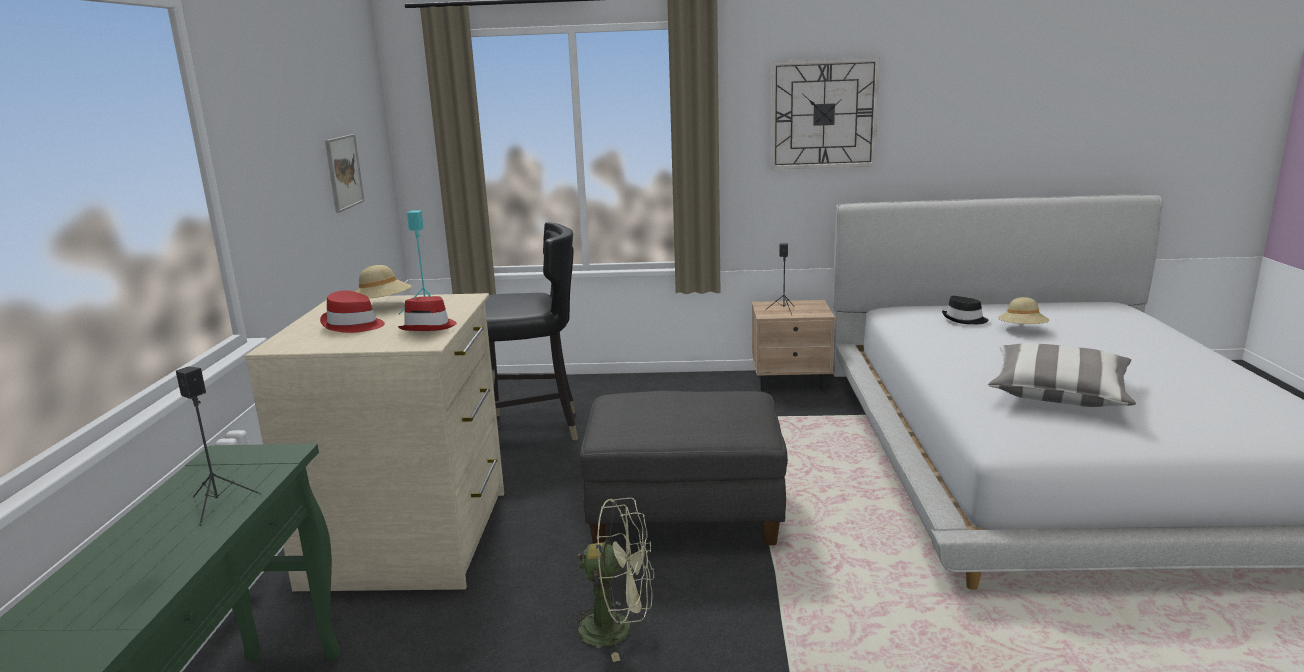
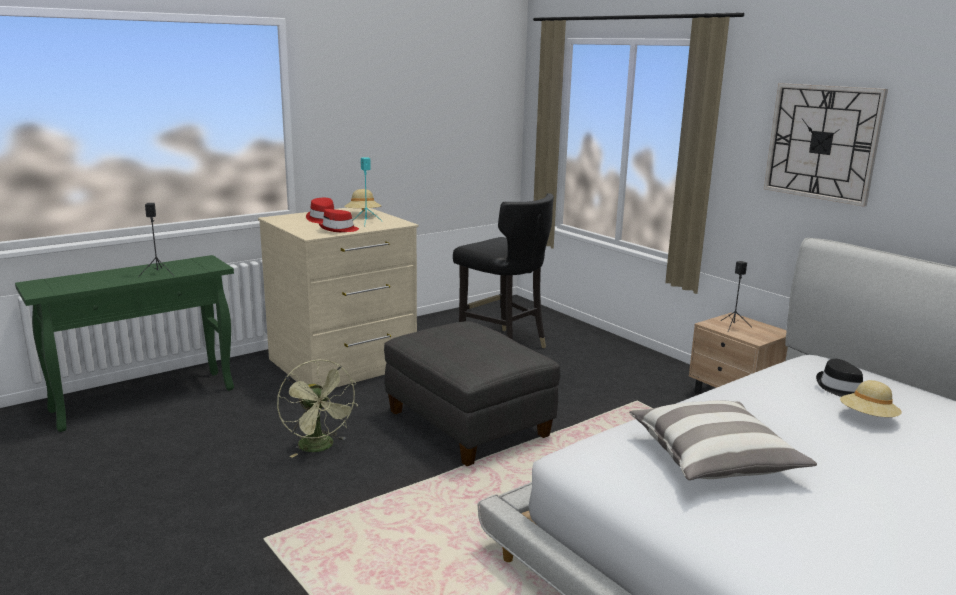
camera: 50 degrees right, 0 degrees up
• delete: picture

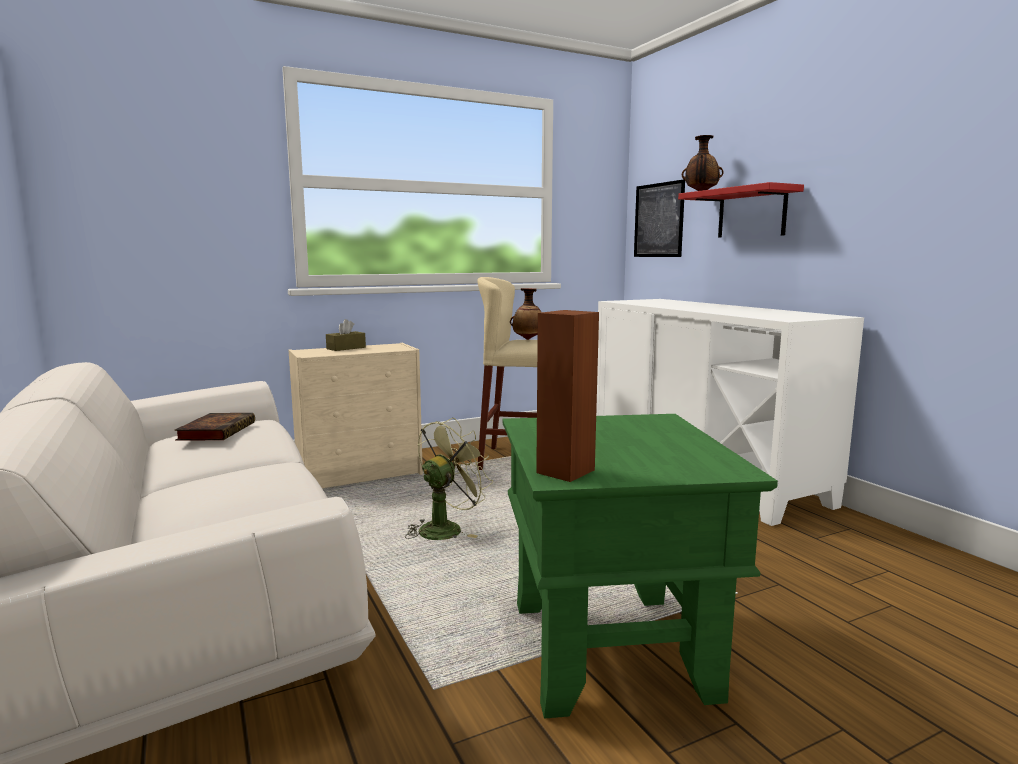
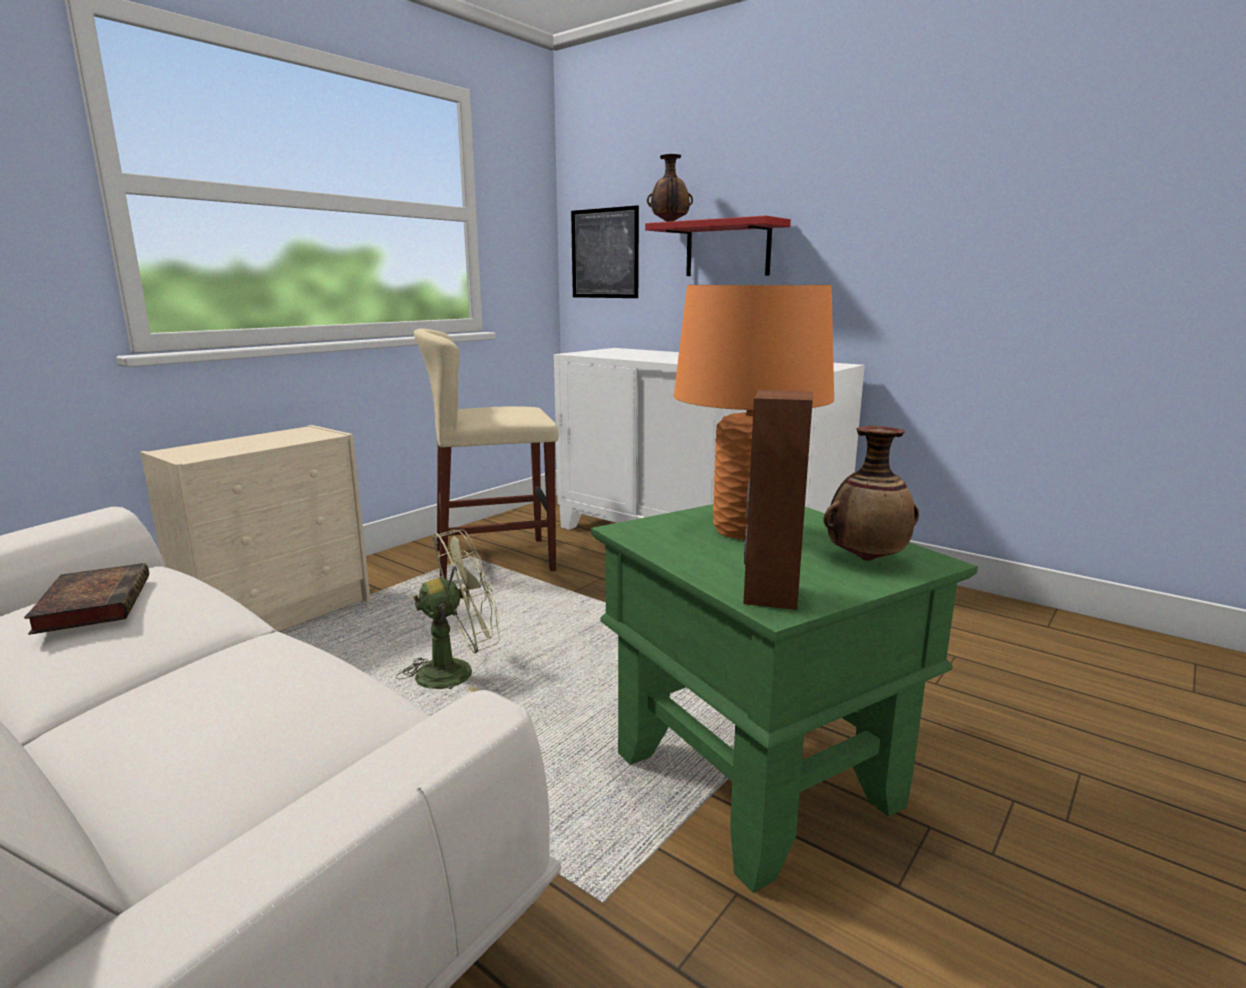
camera: 25 degrees left, 5 degrees up
• delete: brown tissue box
• rotate: green fan 45 degrees clockwise
• move: vase (1st from left in the first image) to vase (2nd from left)
• insert: orange table lamp

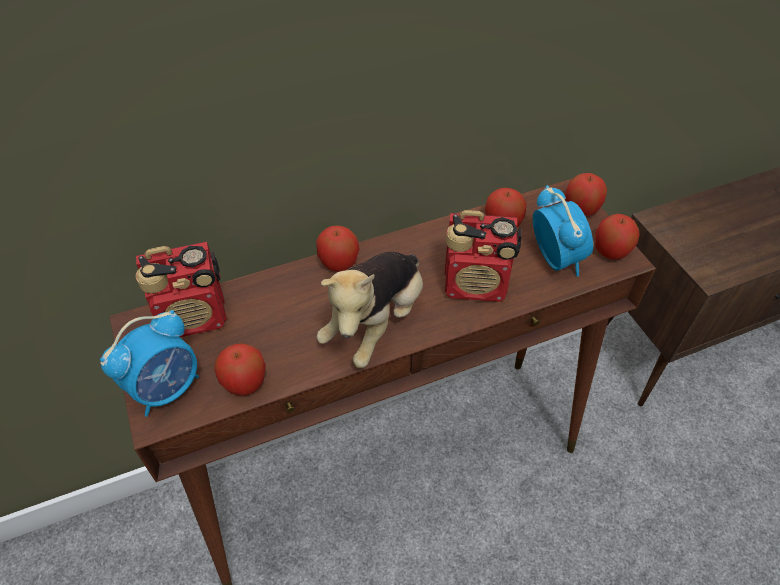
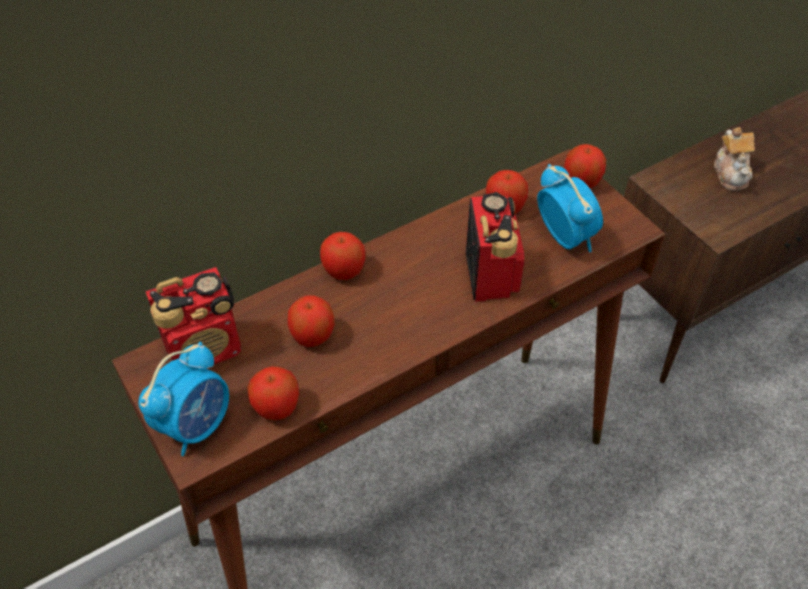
camera: 10 degrees left, 0 degrees up
• delete: plush toy
• rotate: radio (2nd from left) 90 degrees counterclockwise
• move: apple (5th from left in the first image) to apple (2nd from left)
• insert: teapot

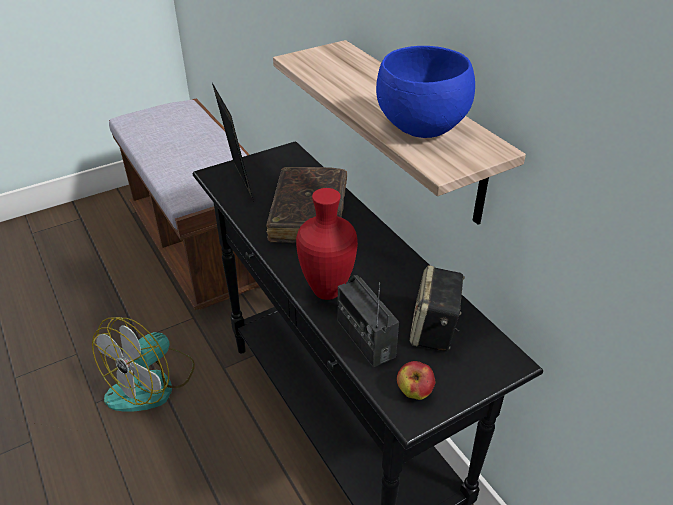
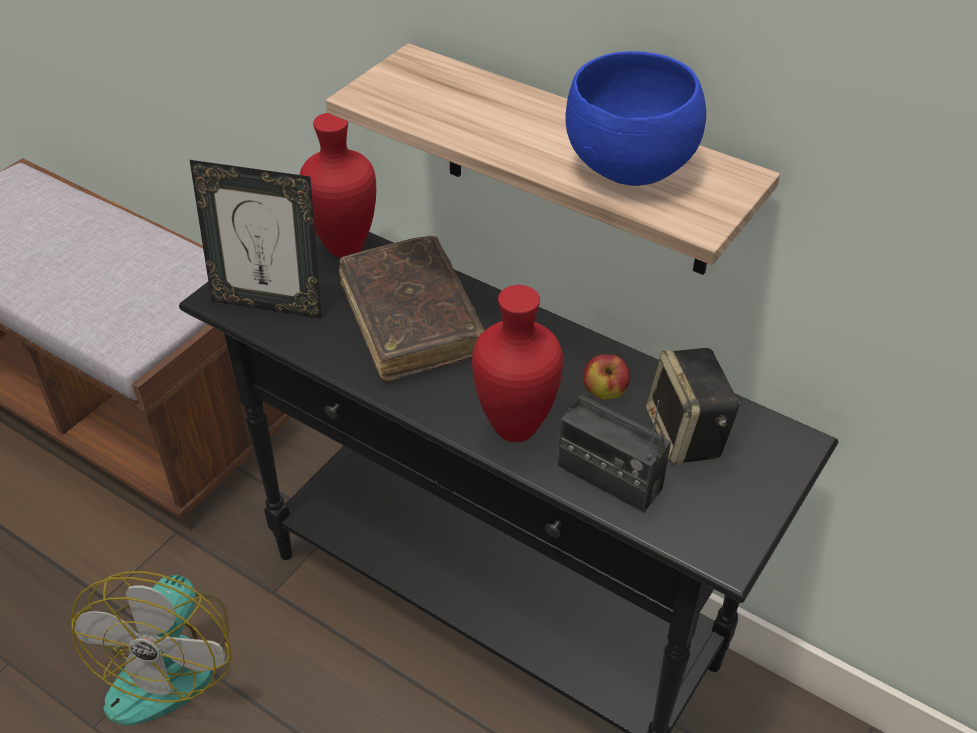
camera: 25 degrees left, 5 degrees up
• rotate: picture frame 150 degrees clockwise
• move: apple
• insert: red vase (1st from left)

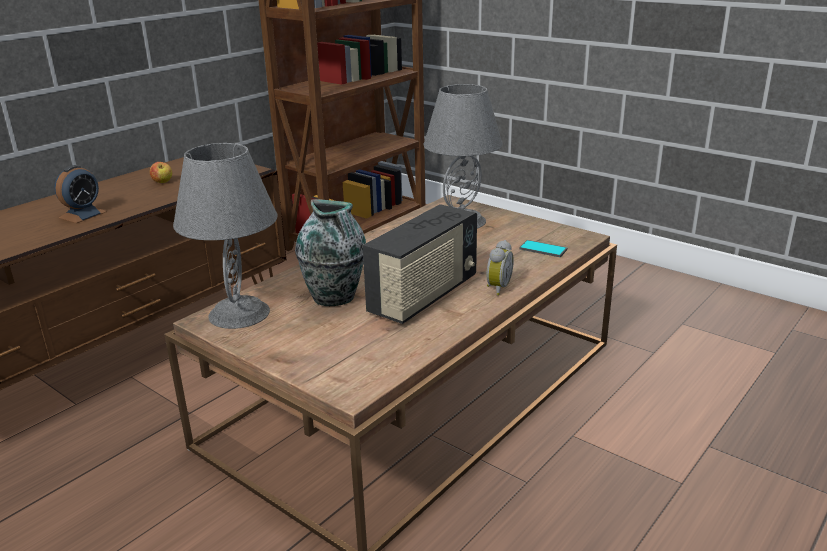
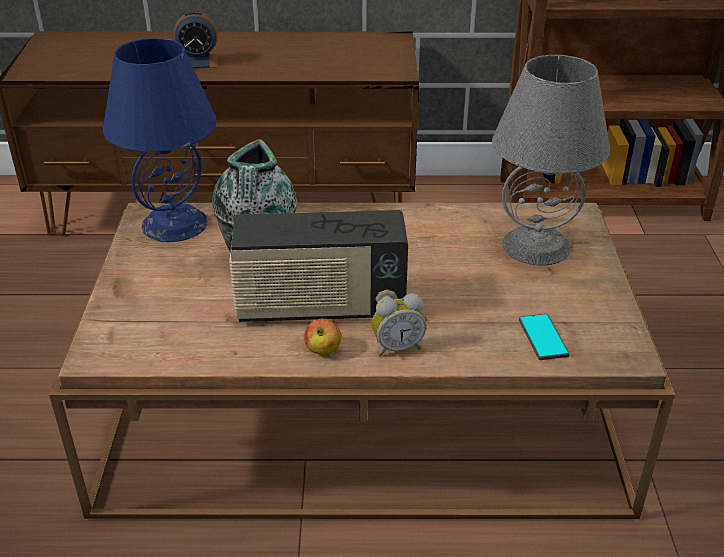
camera: 50 degrees right, 10 degrees up
• move: apple
• recolor: grey table lamp (1st from left) to blue table lamp

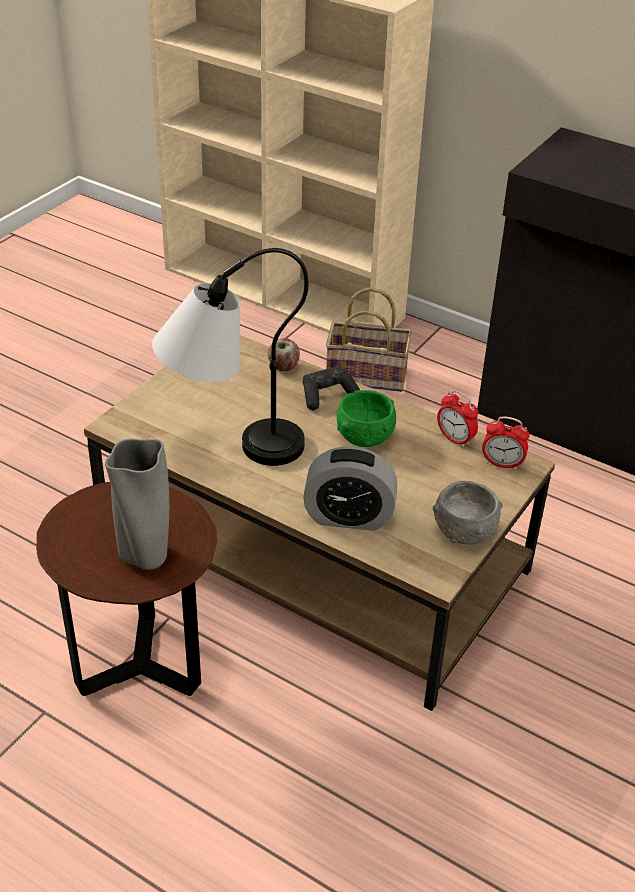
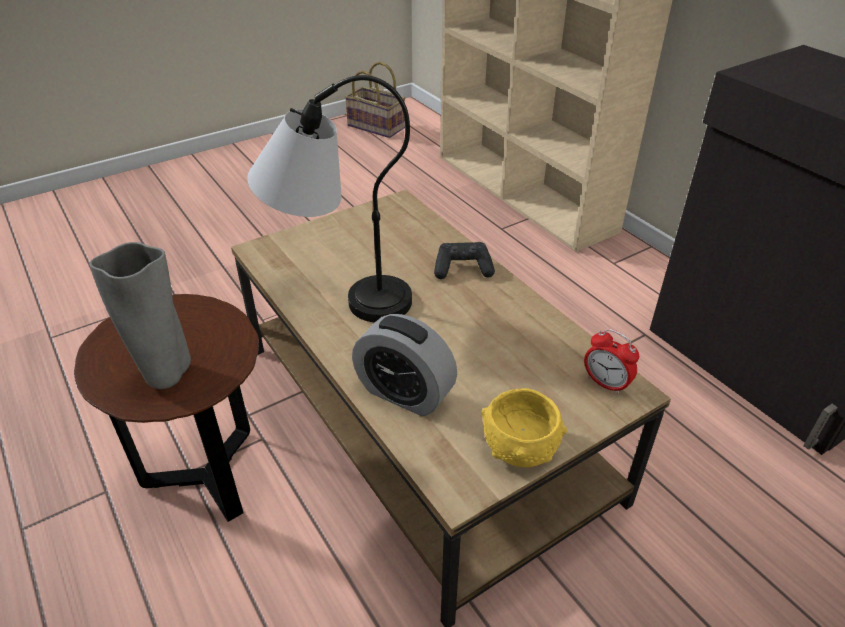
camera: 25 degrees right, 0 degrees up
• delete: apple
• move: basket
• delete: green bowl
• recolor: grey bowl to yellow bowl
• delete: alarm clock (2nd from left)

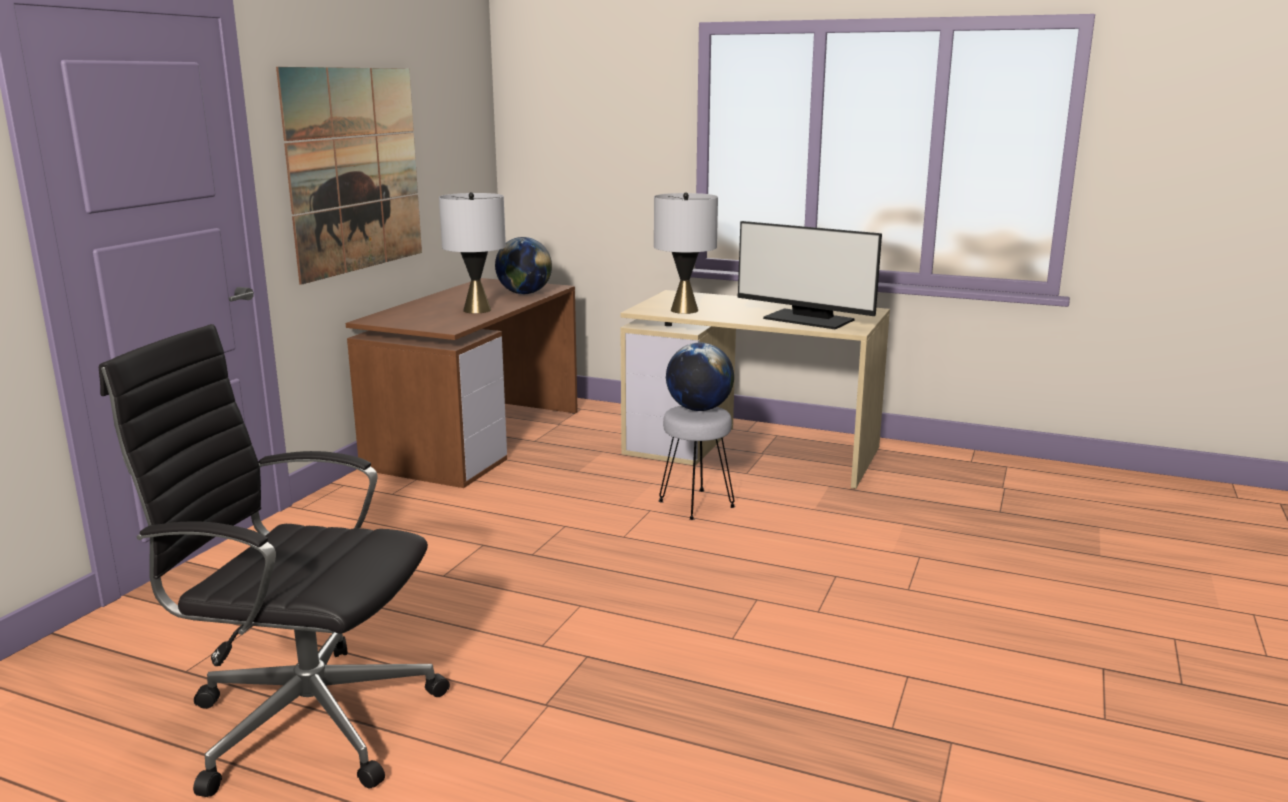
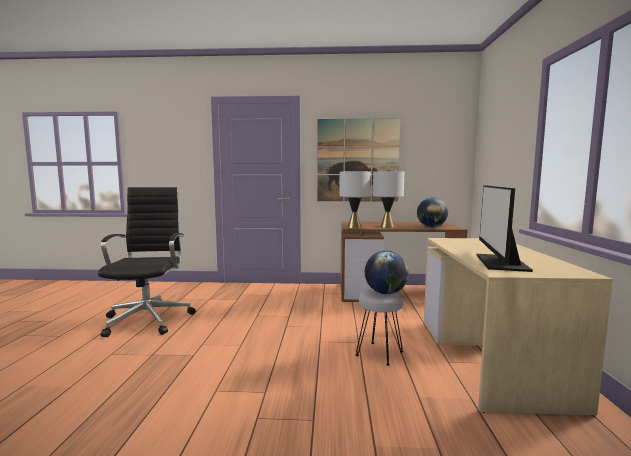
camera: 70 degrees right, 10 degrees down
• move: grey table lamp (2nd from left in the first image) to grey table lamp (1st from left)

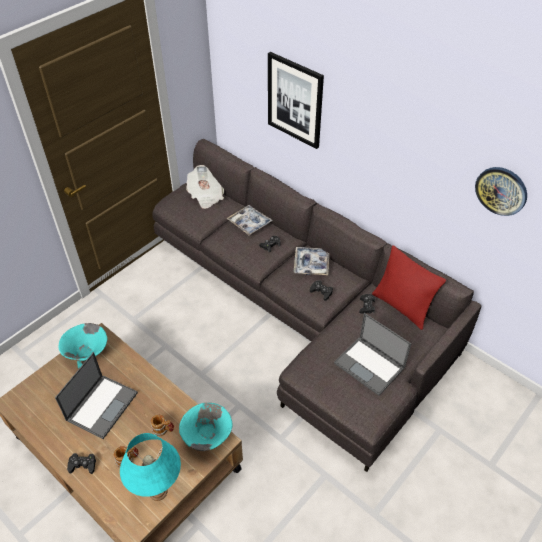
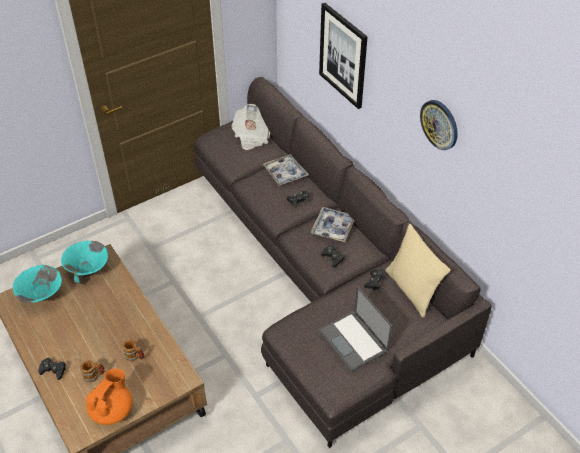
camera: 15 degrees right, 0 degrees up
• delete: laptop (1st from left)
• replace: turquoise table lamp to orange teapot
• move: turquoise bowl (2nd from left in the first image) to turquoise bowl (1st from left)
• recolor: red pillow to beige pillow
• move: wall clock

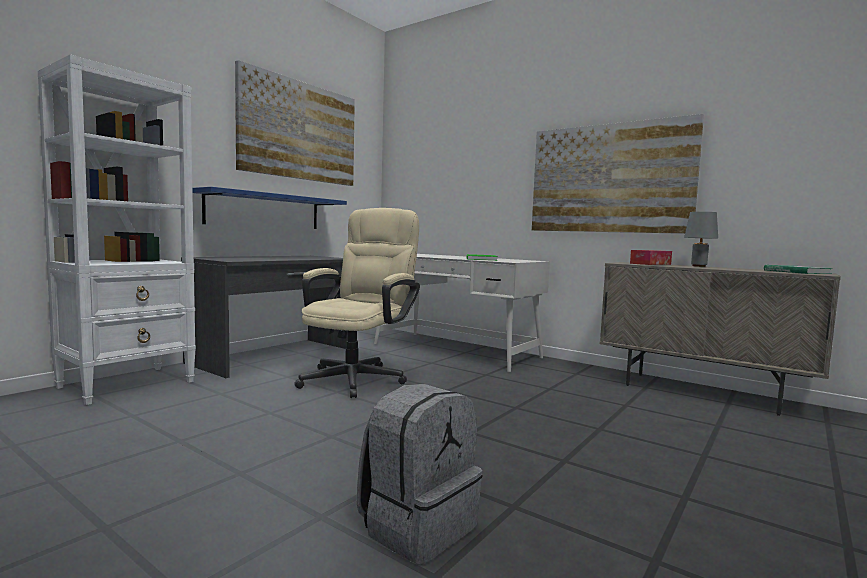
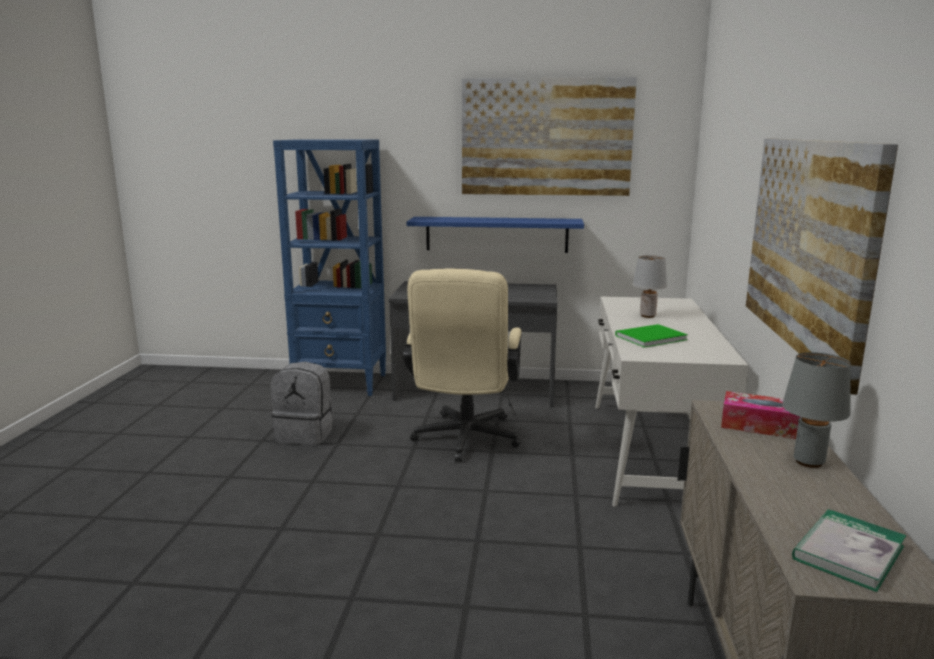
camera: 60 degrees right, 10 degrees up
• recolor: white bookcase to blue bookcase
• rotate: beige office chair 105 degrees clockwise
• move: grey backpack
• insert: grey table lamp (1st from left)

